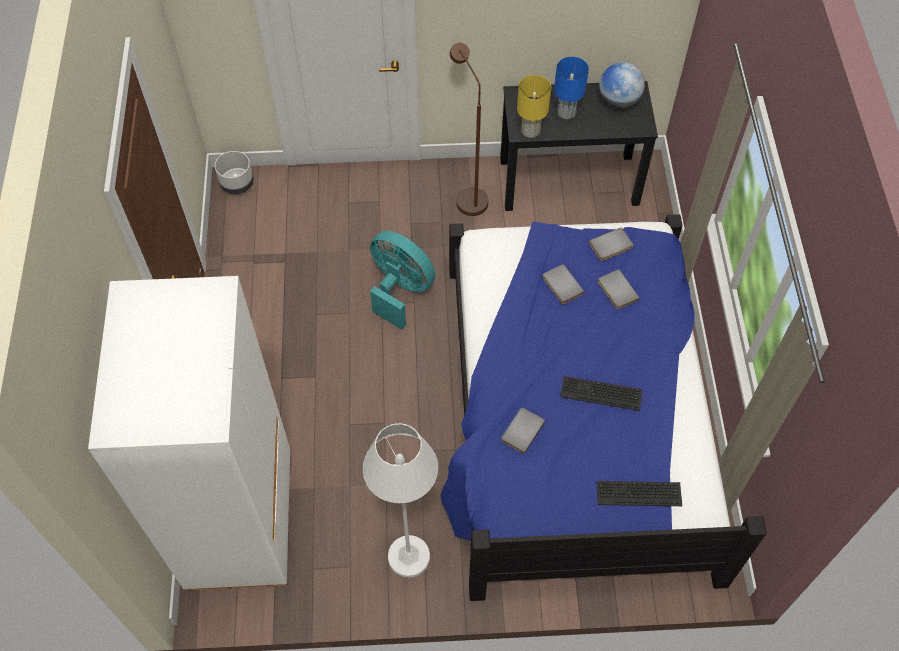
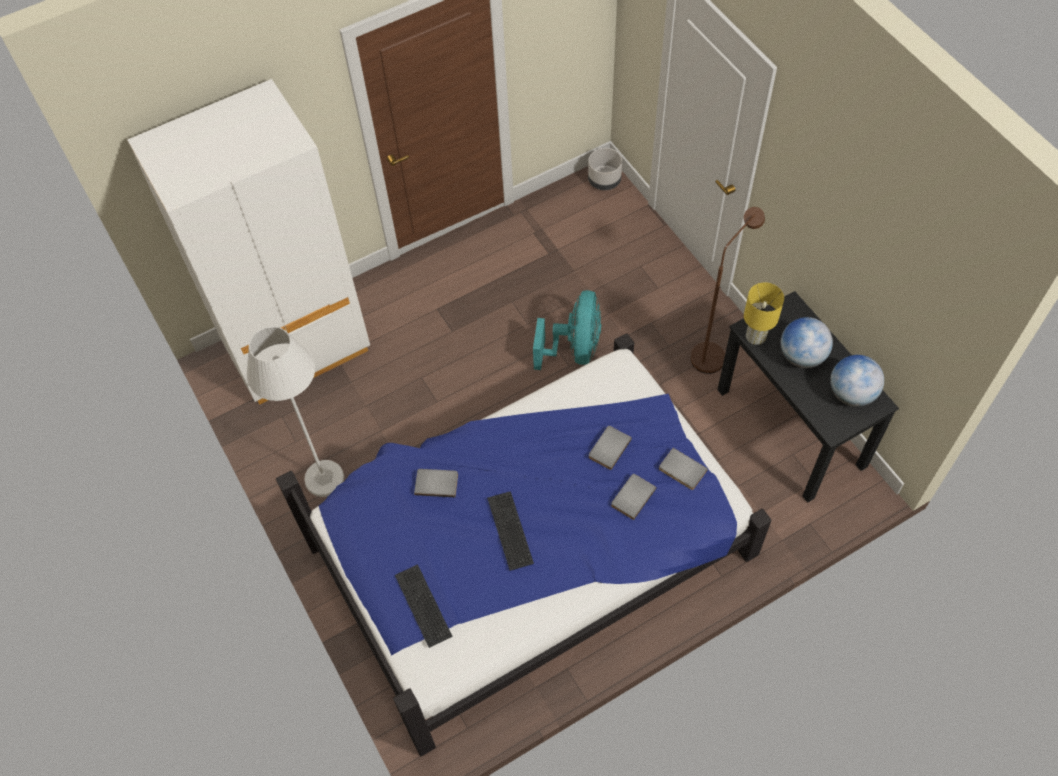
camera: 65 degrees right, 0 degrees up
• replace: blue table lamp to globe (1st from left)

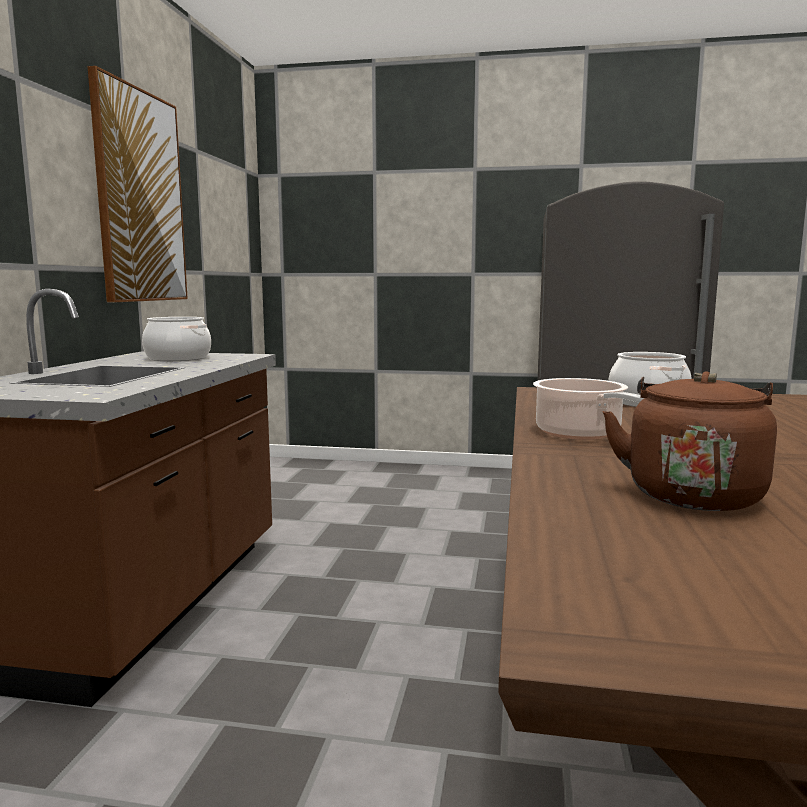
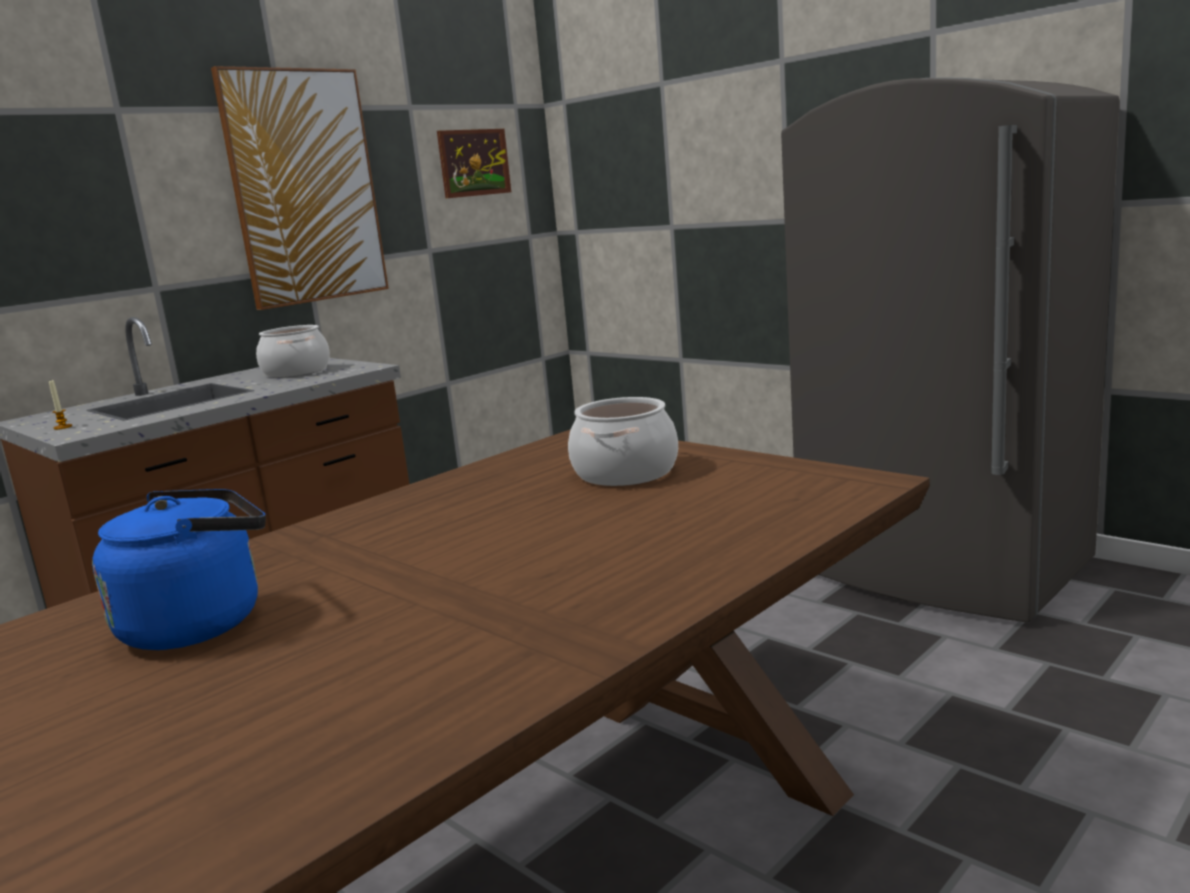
camera: 35 degrees right, 5 degrees up
• delete: cooking pot (2nd from left)
• recolor: brown kettle to blue kettle
• insert: candle
• insert: picture (2nd from left)

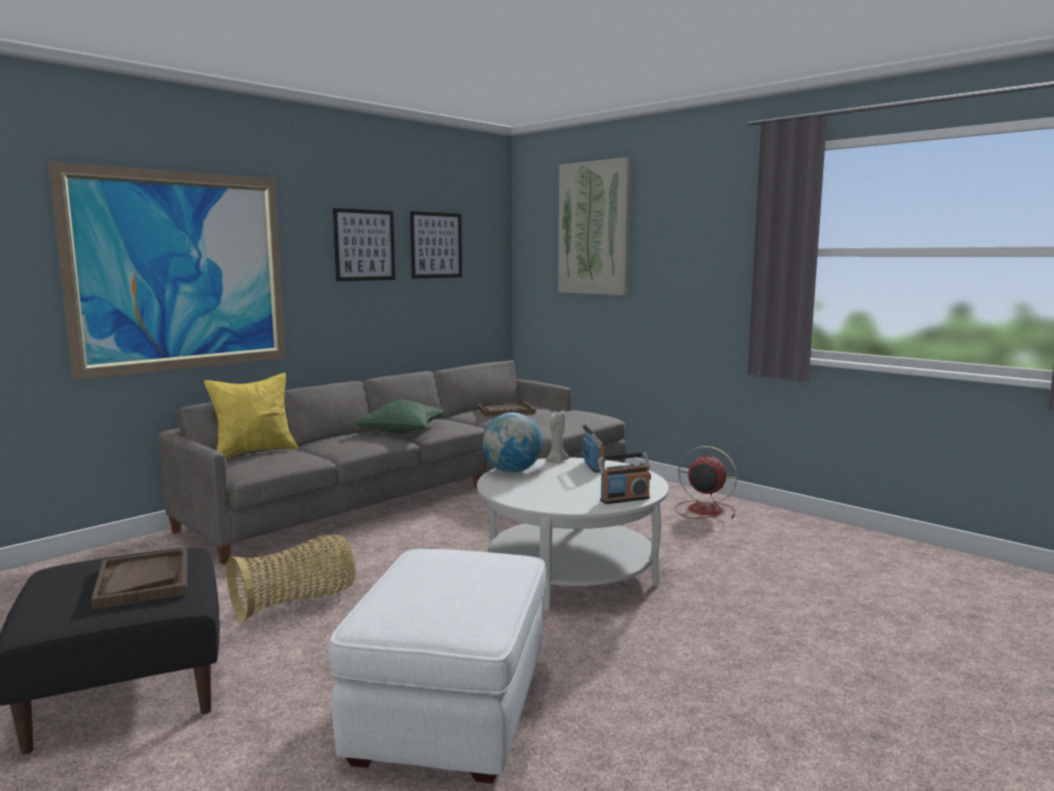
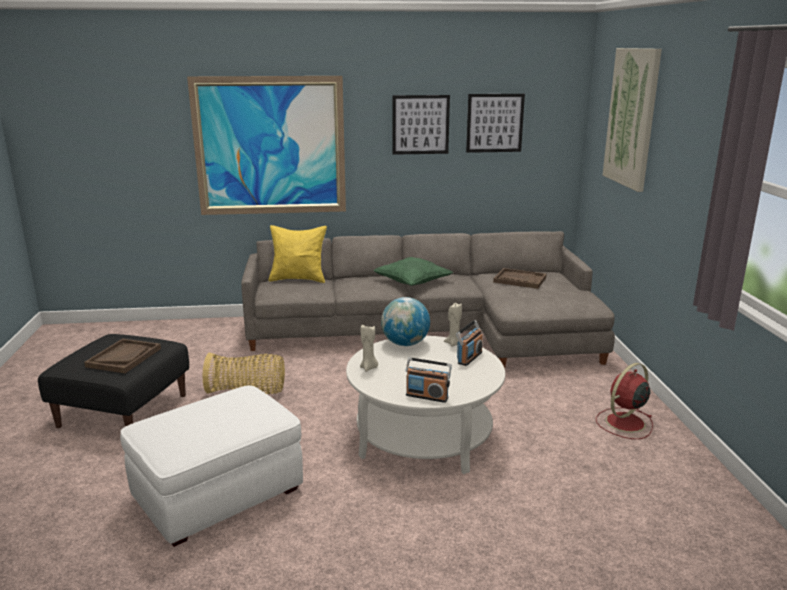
camera: 40 degrees right, 10 degrees up
• rotate: red fan 105 degrees counterclockwise
• insert: beige candle (1st from left)

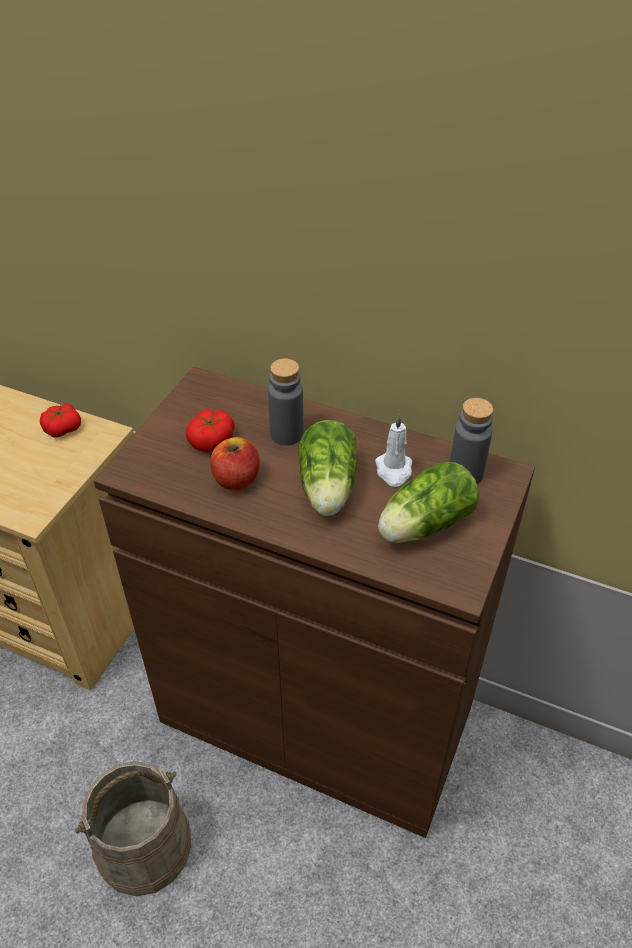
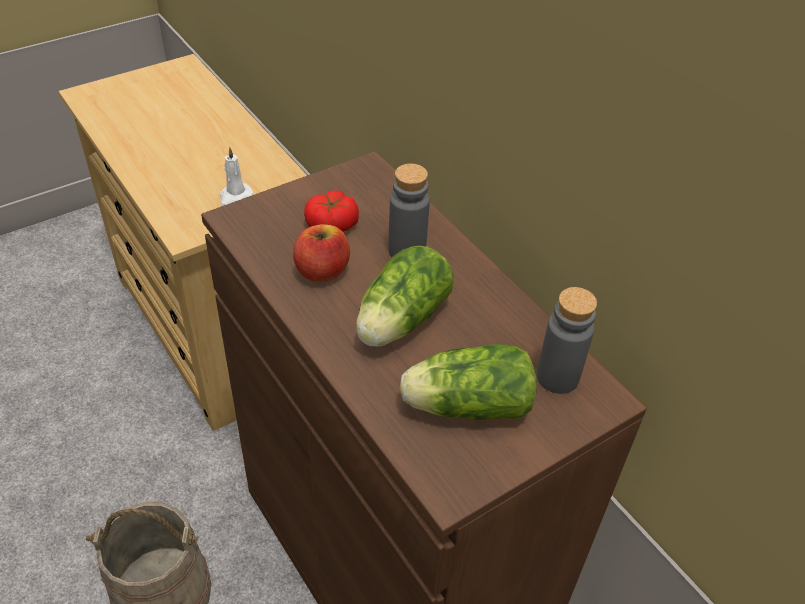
camera: 30 degrees right, 0 degrees up
• delete: tomato (1st from left)
• move: white candle

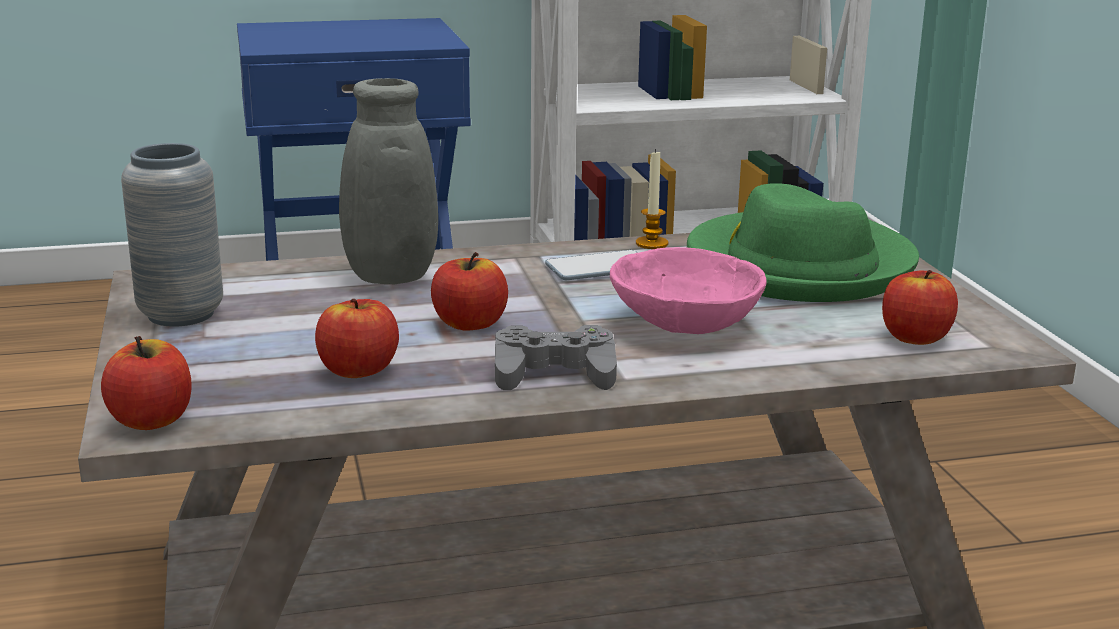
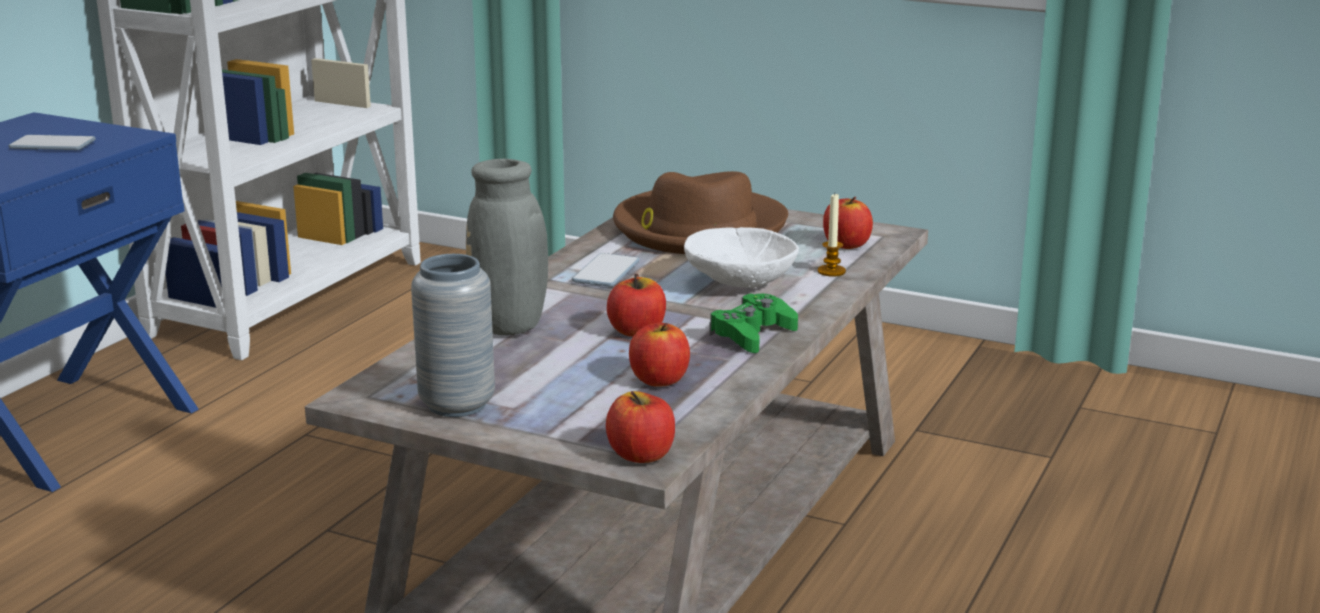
camera: 50 degrees left, 0 degrees up
• recolor: grey game controller to green game controller
• recolor: pink bowl to white bowl
• move: candle
• recolor: green hat to brown hat
• insert: phone (1st from left)

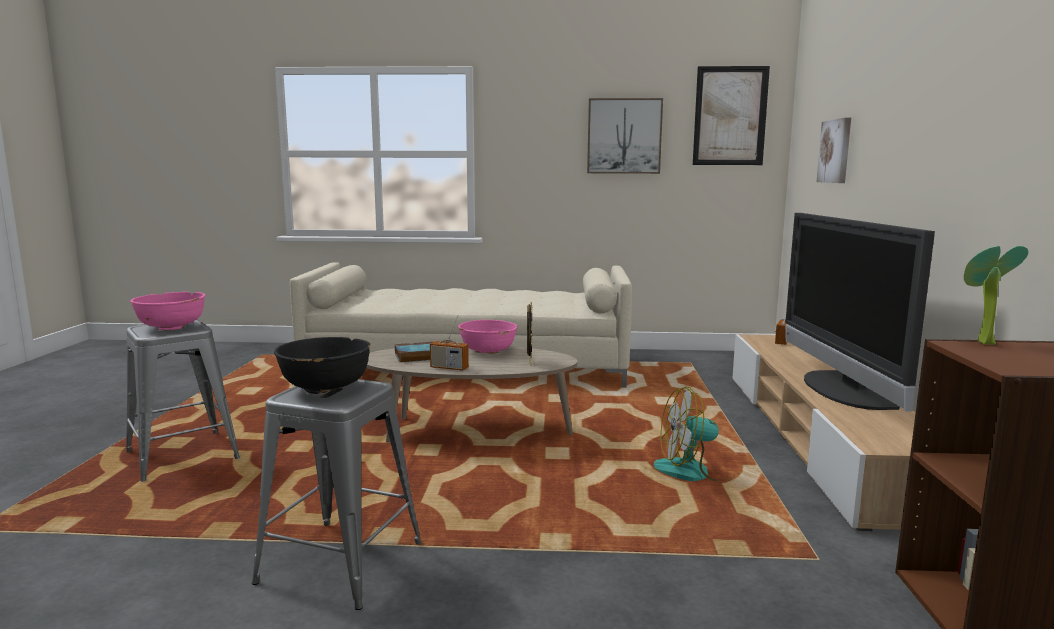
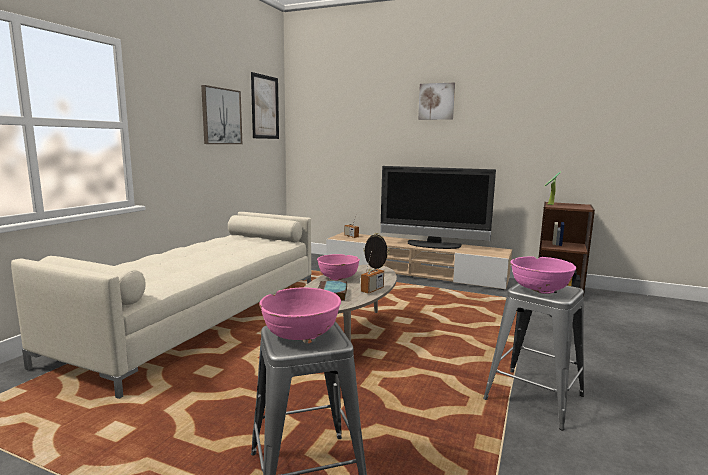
camera: 70 degrees left, 0 degrees up
• recolor: black bowl to pink bowl (3rd from left)
• delete: fan
• move: picture (3rd from left)

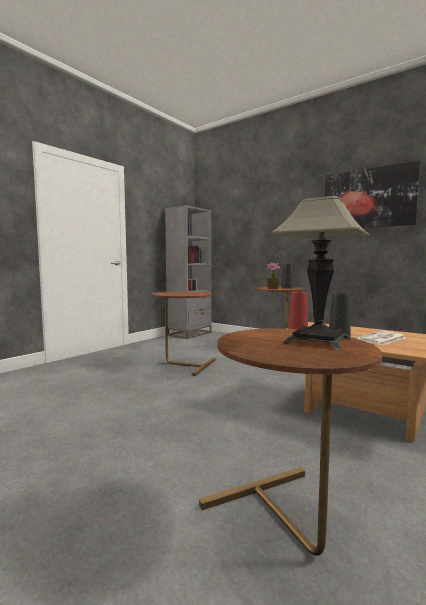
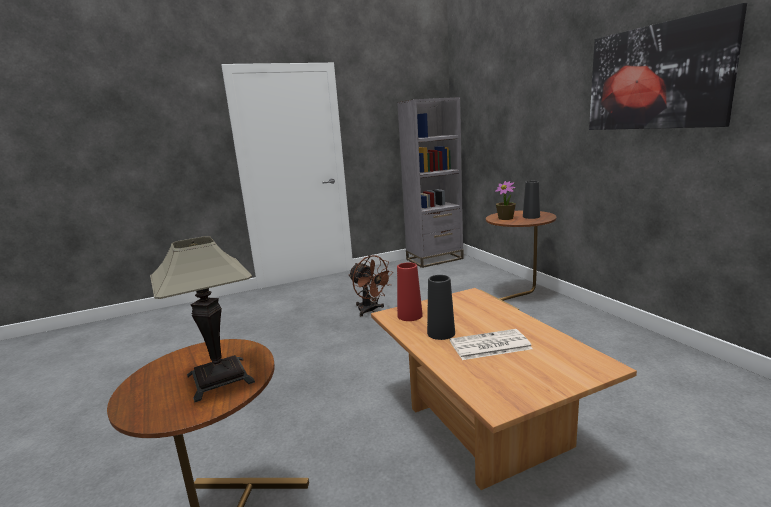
camera: 30 degrees right, 10 degrees up
• replace: brown side table (1st from left) to brown fan

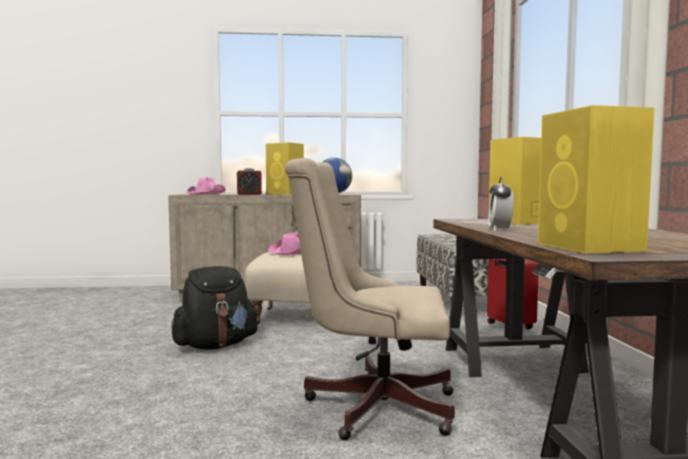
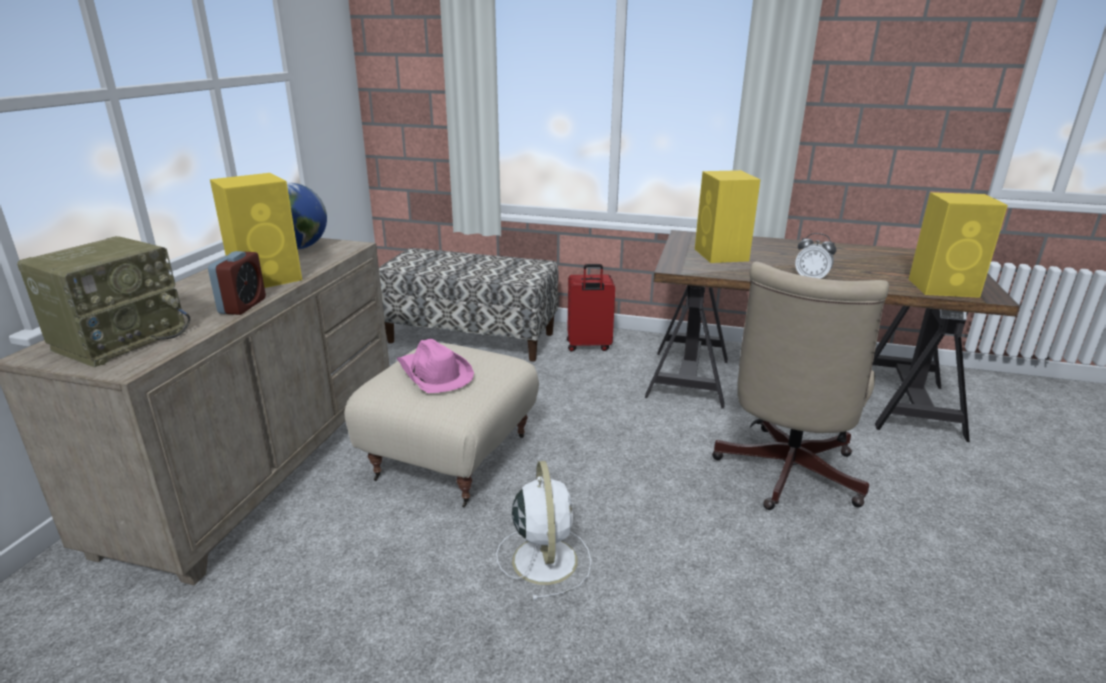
camera: 70 degrees left, 20 degrees up
• replace: black backpack to white fan
• replace: pink hat (1st from left) to radio

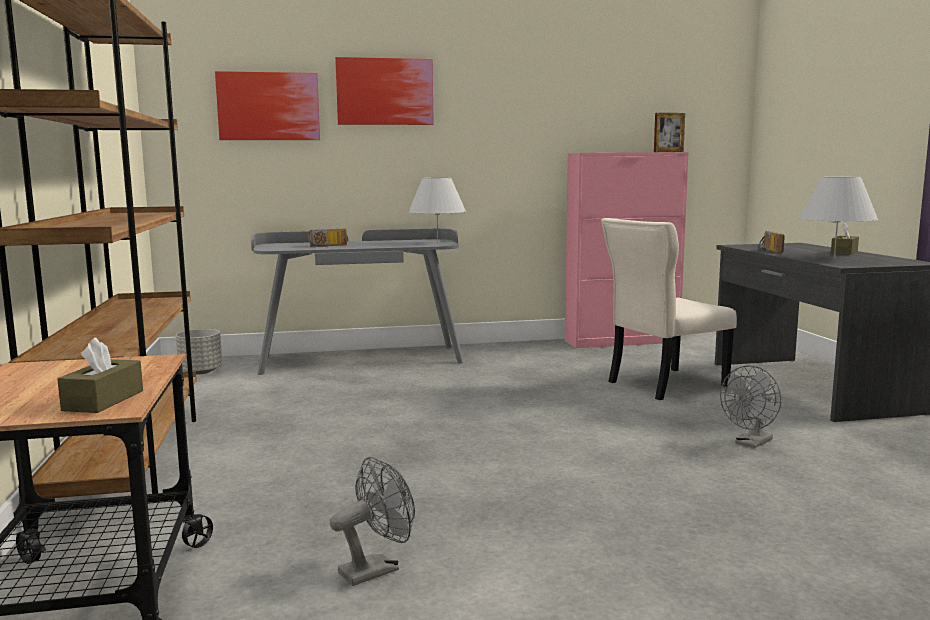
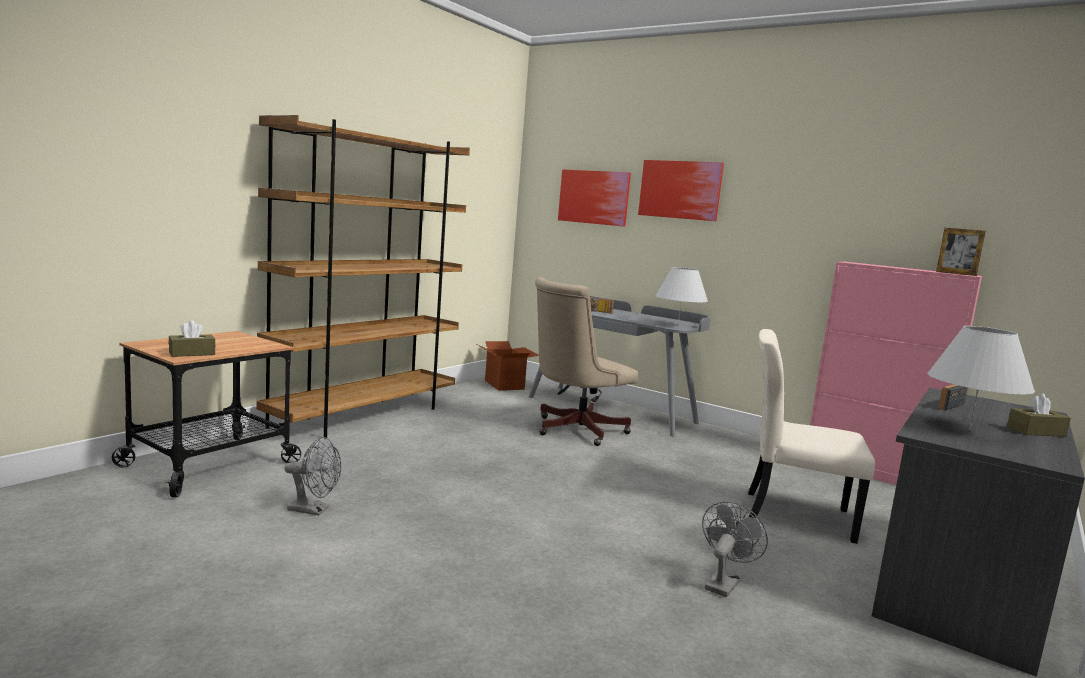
camera: 45 degrees right, 0 degrees up
• replace: grey planter to cardboard box
• rotate: grey fan (2nd from left) 120 degrees clockwise
• insert: beige office chair

